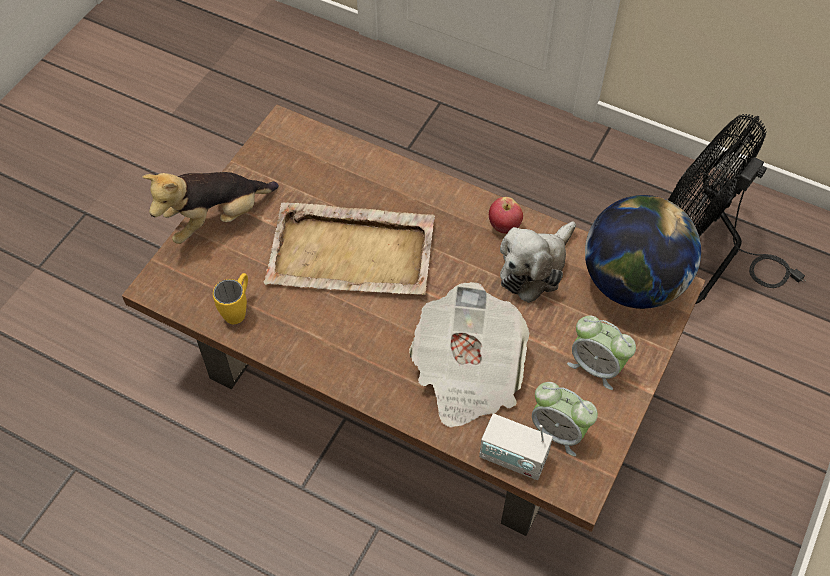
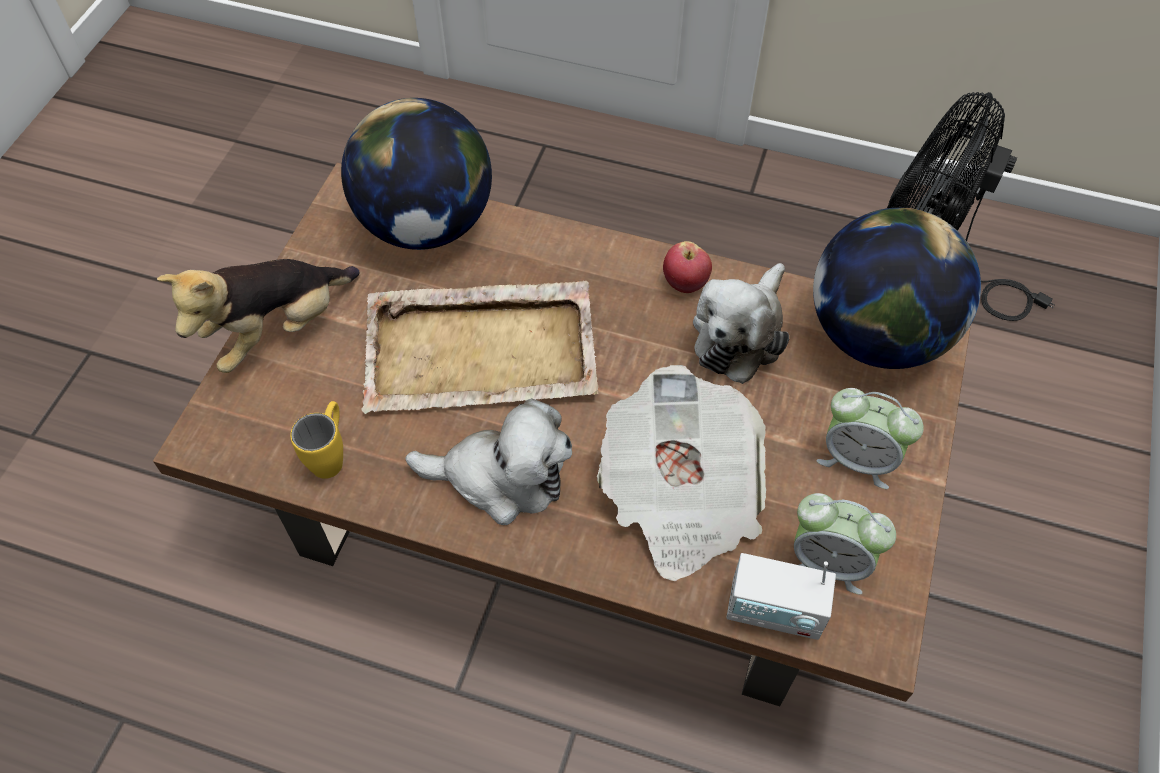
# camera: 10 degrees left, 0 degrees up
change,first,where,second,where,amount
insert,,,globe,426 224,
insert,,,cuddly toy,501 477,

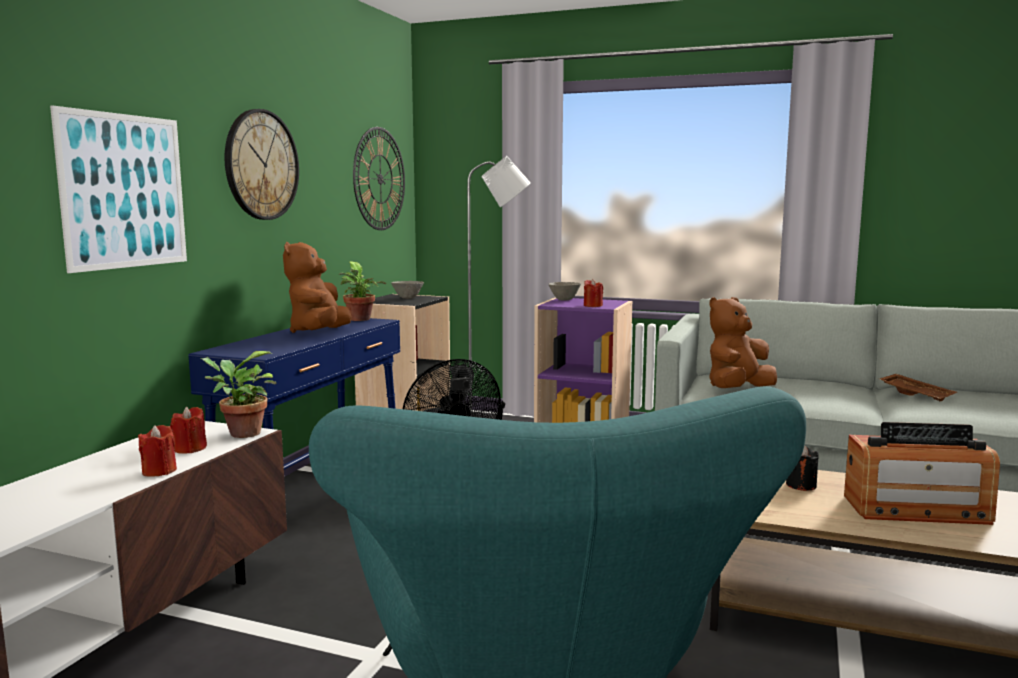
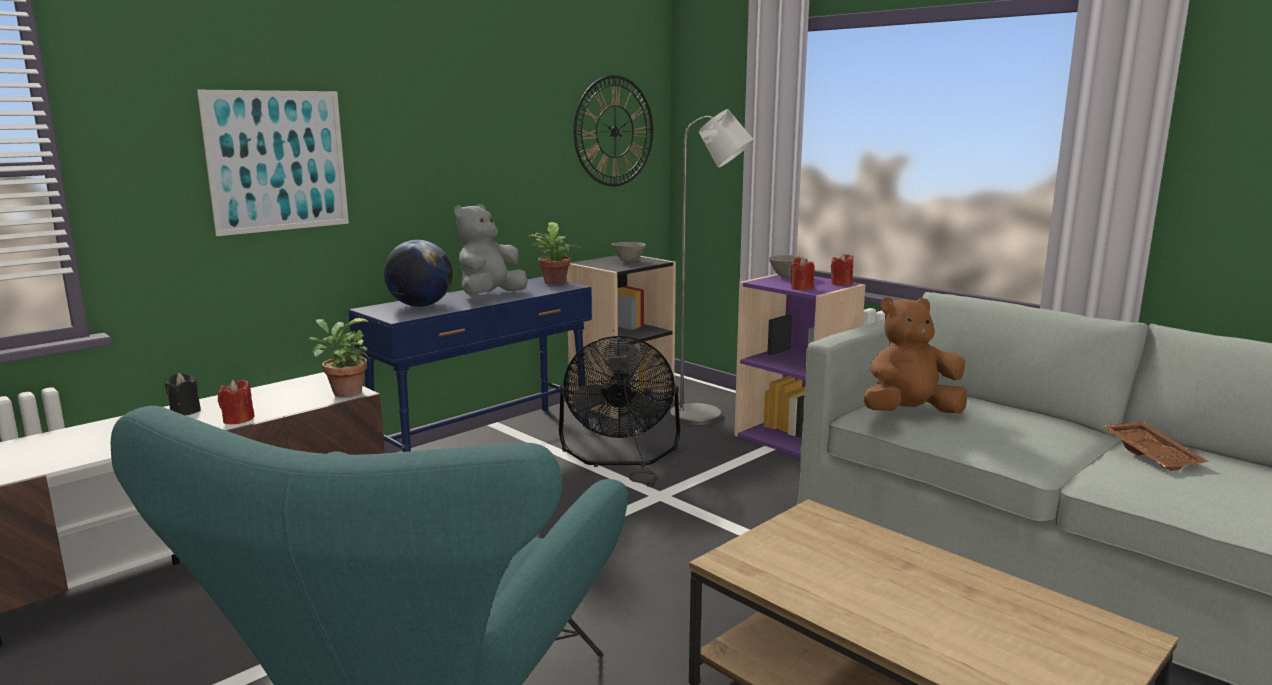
# camera: 25 degrees right, 5 degrees up
change,first,where,second,where,amount
move,black-coloured wax candle,801 485,,185 411,
insert,,,globe,420 305,
recolor,brown-coloured cuddly toy,319 333,greyish cuddly toy,490 296,
move,reddish wax candle,190 449,,841 283,
delete,wall clock,261 165,,,
delete,radio set,916 510,,,

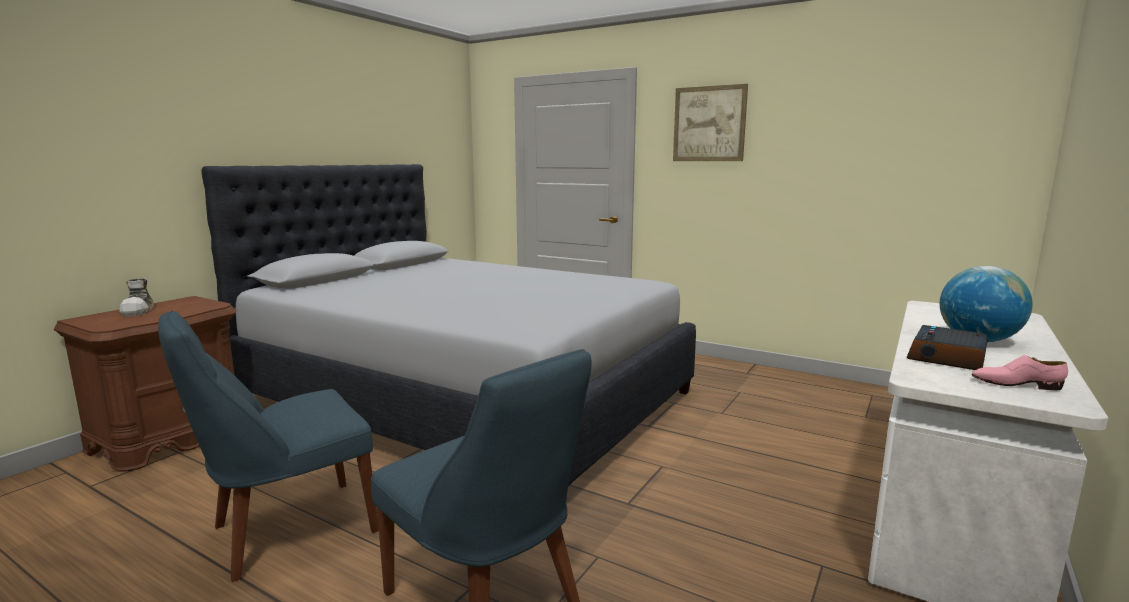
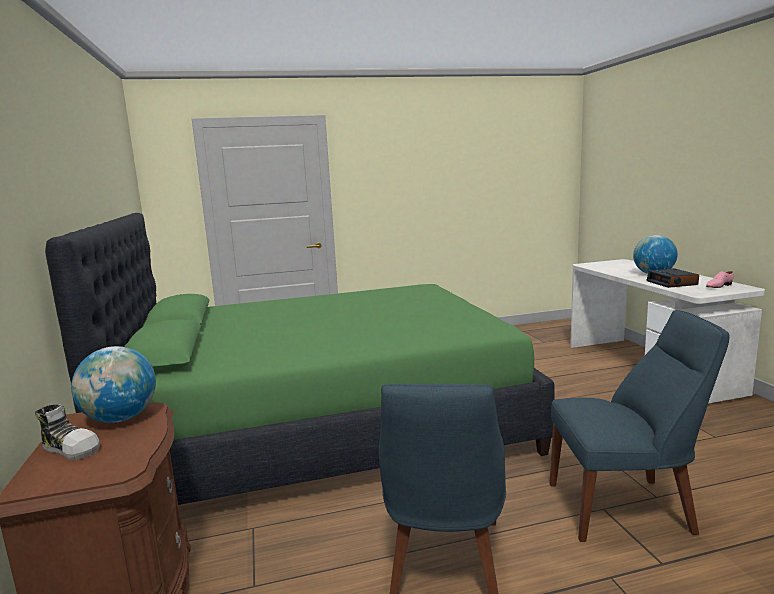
# camera: 45 degrees left, 0 degrees up
change,first,where,second,where,amount
recolor,greyish sleeping bed,466 397,green sleeping bed,325 425,
insert,,,globe,120 418,
delete,picture,709 124,,,

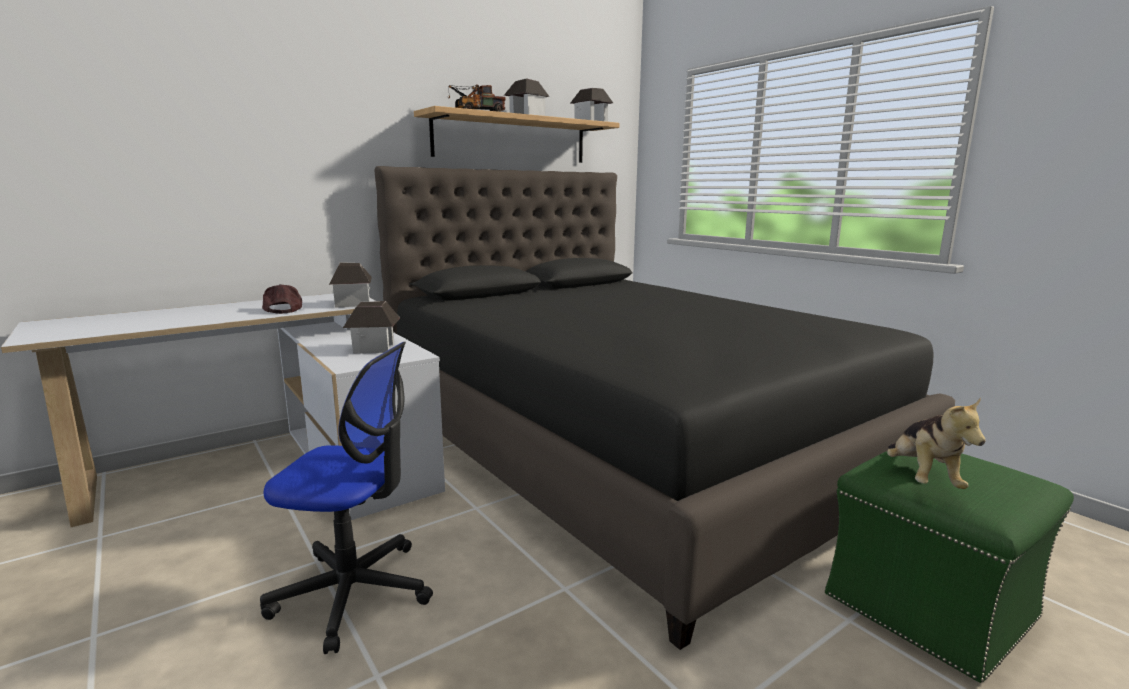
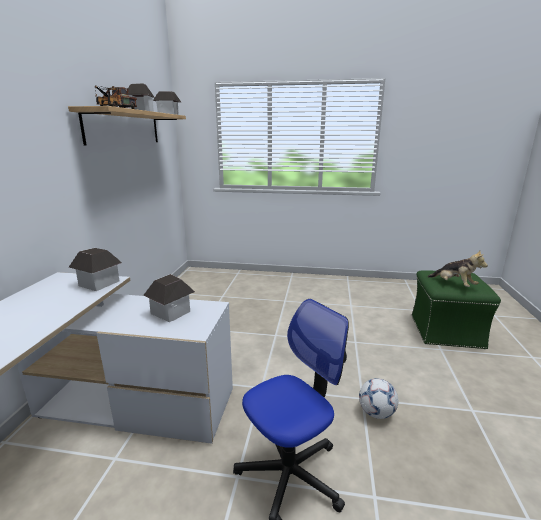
# camera: 45 degrees left, 5 degrees up
change,first,where,second,where,amount
insert,,,football ball,376 413,
delete,brown-coloured cap,282 309,,,
delete,black-coloured sleeping bed,624 446,,,

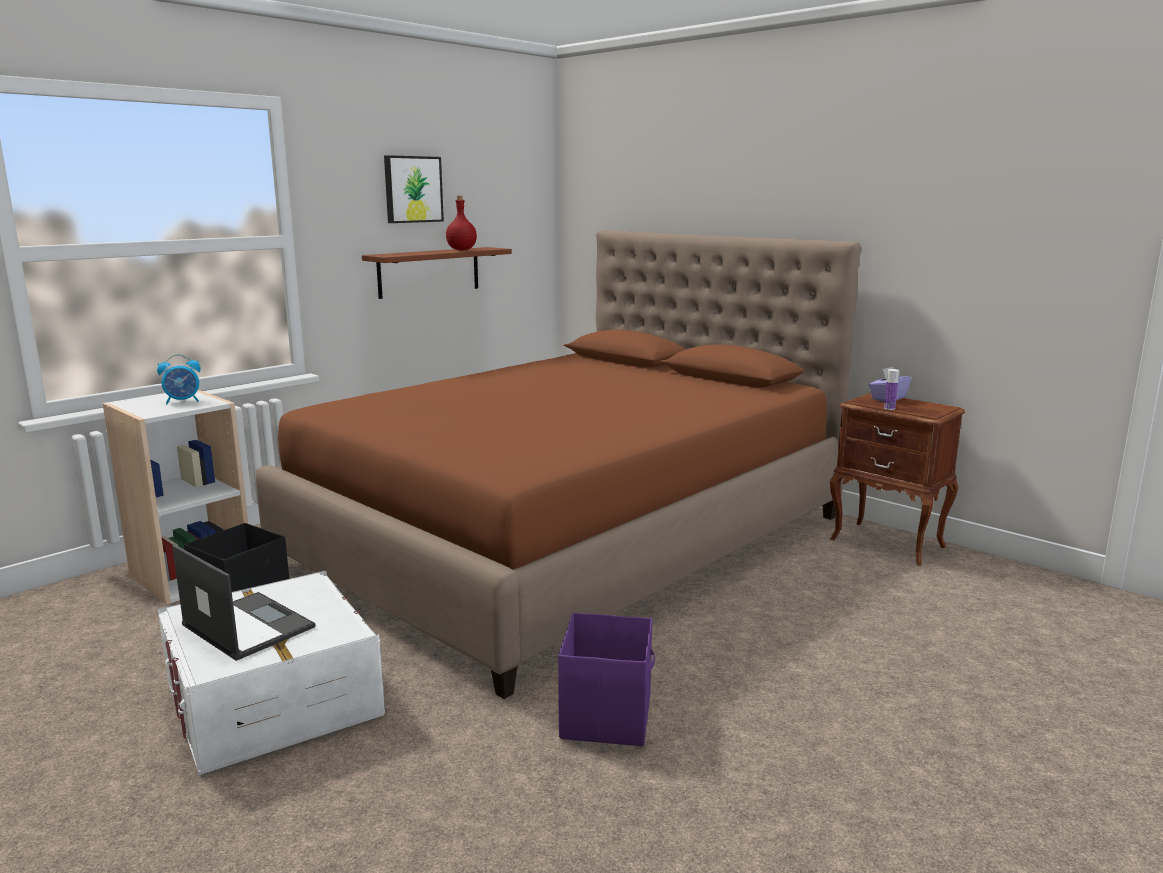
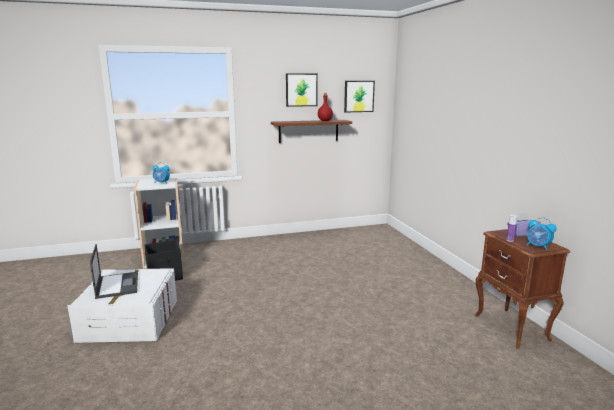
# camera: 30 degrees right, 0 degrees up
change,first,where,second,where,amount
insert,,,picture,358 96,
insert,,,table clock,538 247,
delete,brown-coloured sleeping bed,572 538,,,
delete,purple storage box,607 716,,,

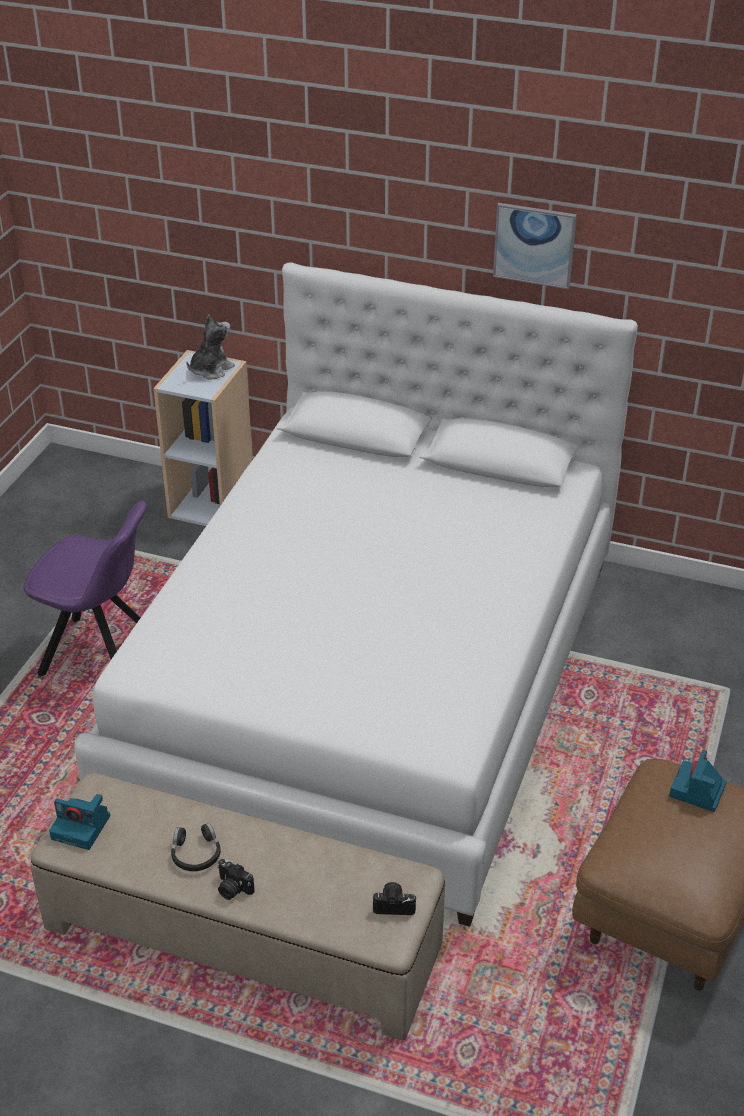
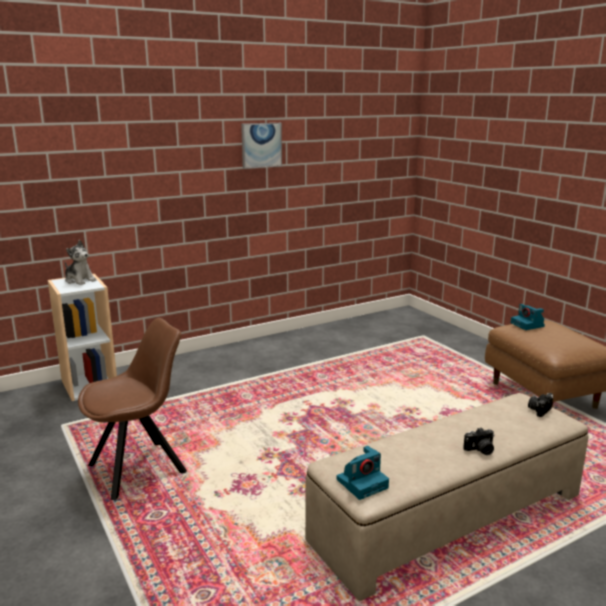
# camera: 50 degrees left, 20 degrees down
change,first,where,second,where,amount
rotate,cuddly toy,210 370,,80 280,135 degrees clockwise
recolor,purple plain chair,100 654,brown-coloured plain chair,138 469,
delete,whitish sleeping bed,373 680,,,
delete,black-coloured headset,196 853,,,

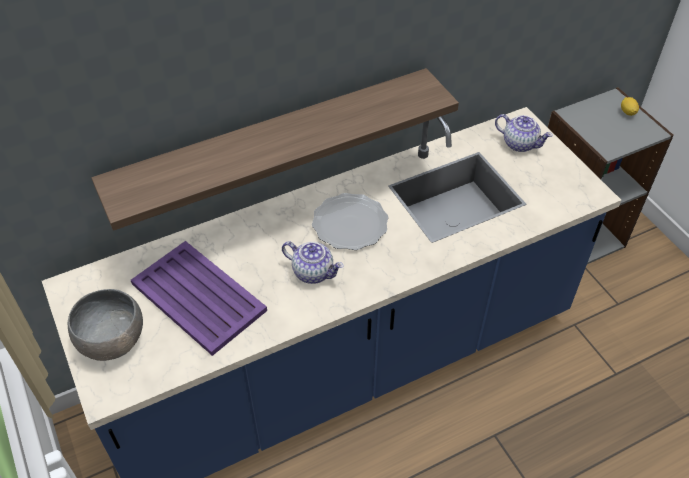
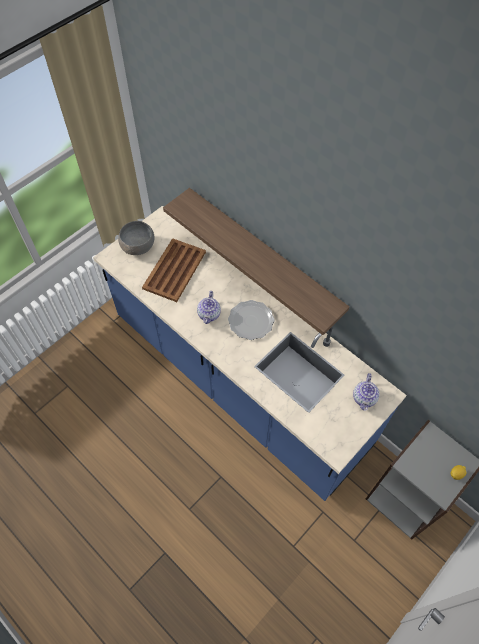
# camera: 70 degrees right, 10 degrees up
change,first,where,second,where,amount
recolor,purple tray,199 298,brown-coloured tray,174 270,

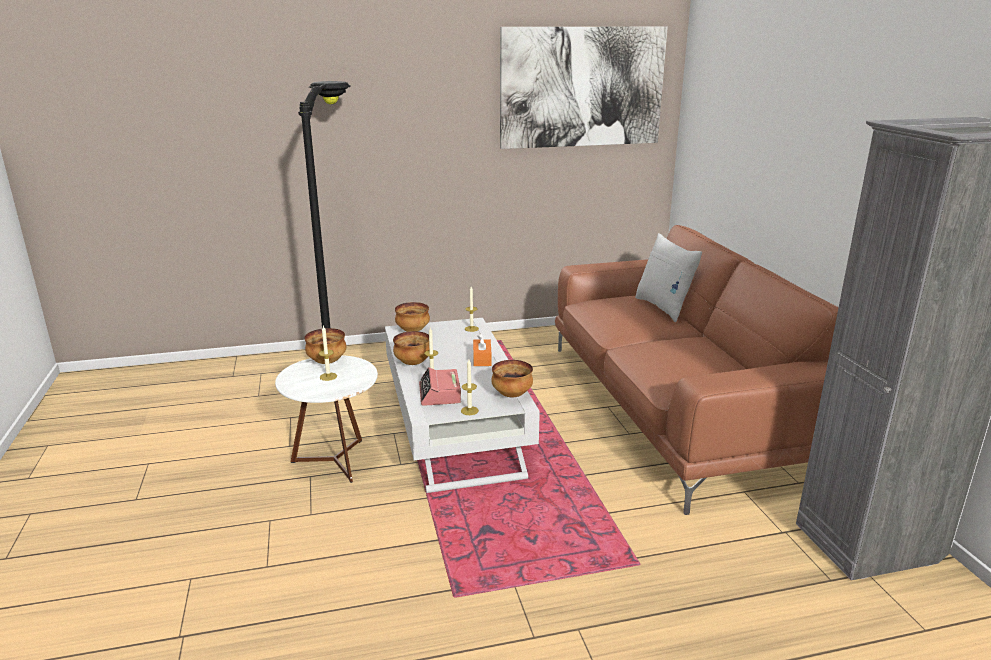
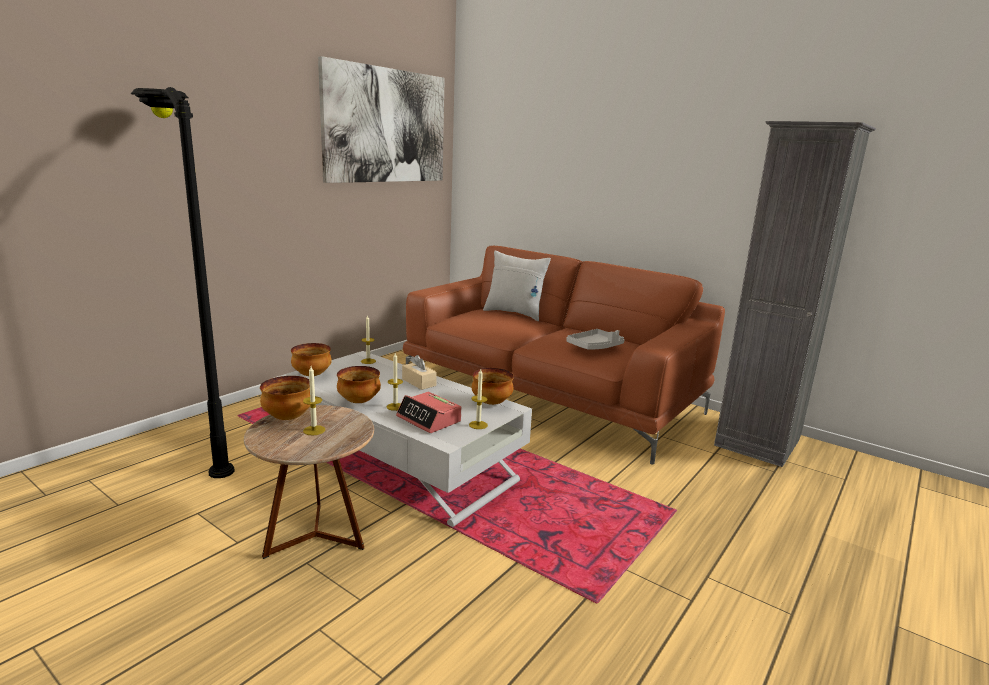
# camera: 40 degrees left, 5 degrees down
change,first,where,second,where,amount
recolor,whitish accent table,335 461,brown-coloured accent table,316 536,
recolor,orange-coloured tissue holder,482 359,sand-coloured tissue holder,419 382,
insert,,,greyish tray,595 347,

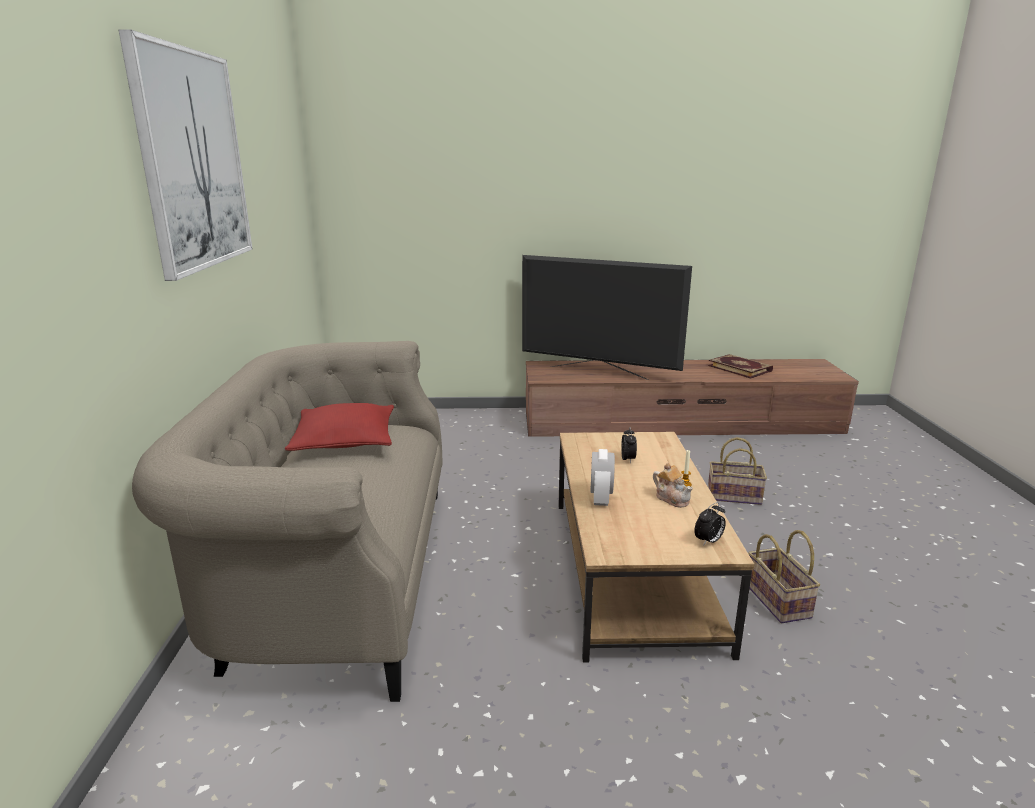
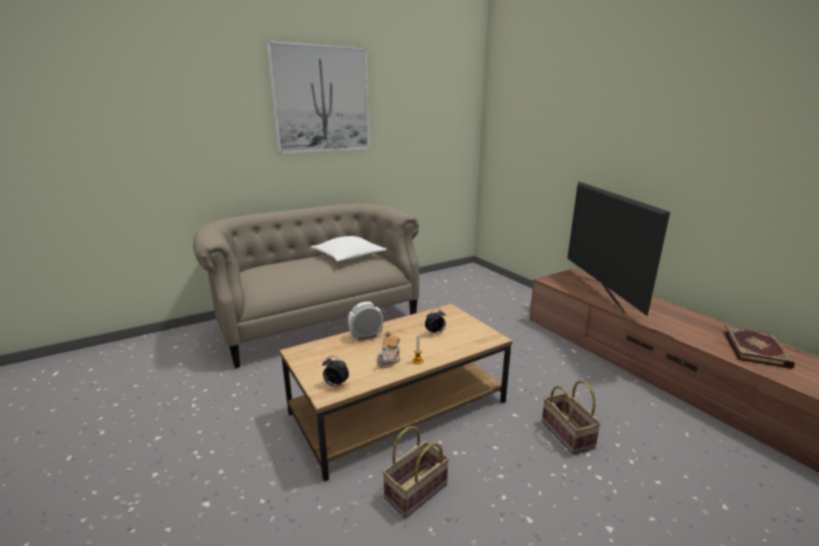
# camera: 60 degrees right, 0 degrees up
change,first,where,second,where,amount
recolor,reddish throw pillow,345 440,whitish throw pillow,348 256,

